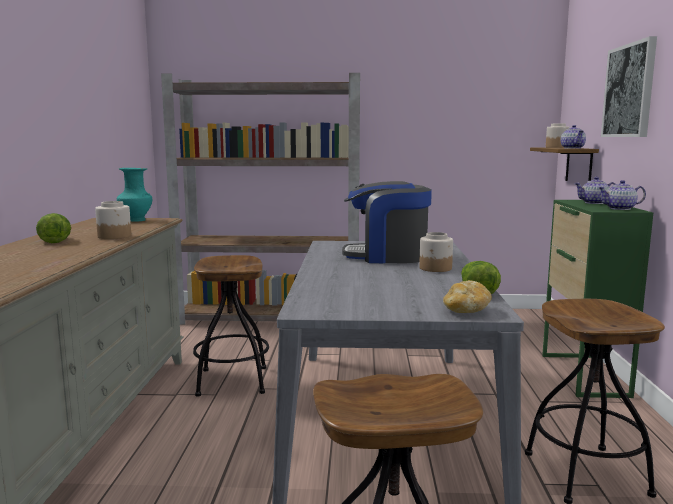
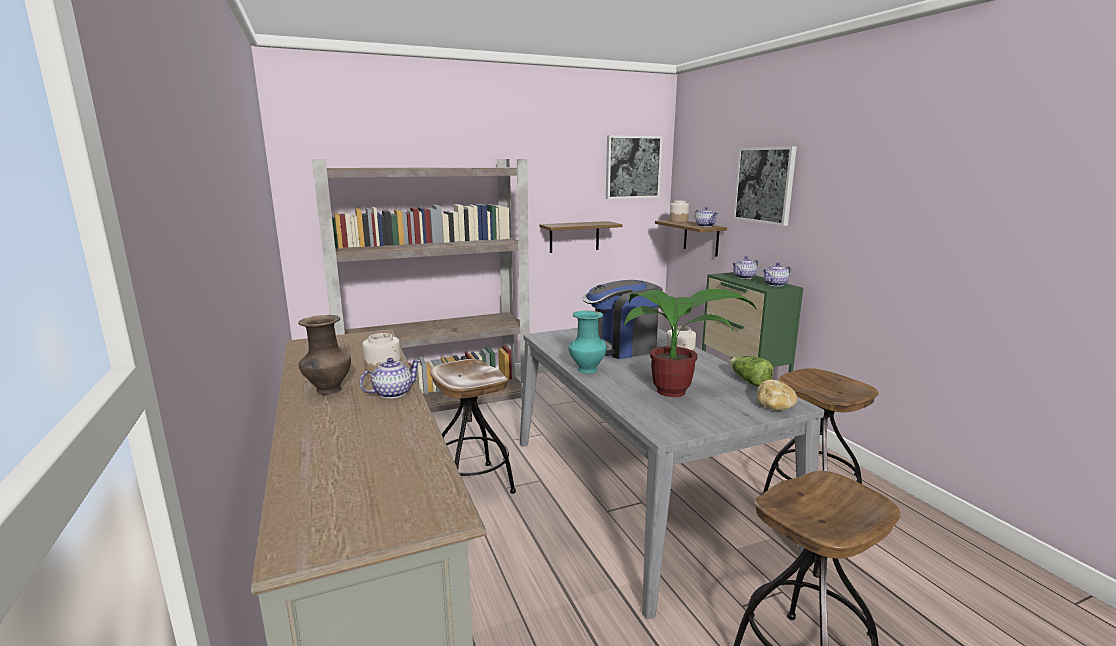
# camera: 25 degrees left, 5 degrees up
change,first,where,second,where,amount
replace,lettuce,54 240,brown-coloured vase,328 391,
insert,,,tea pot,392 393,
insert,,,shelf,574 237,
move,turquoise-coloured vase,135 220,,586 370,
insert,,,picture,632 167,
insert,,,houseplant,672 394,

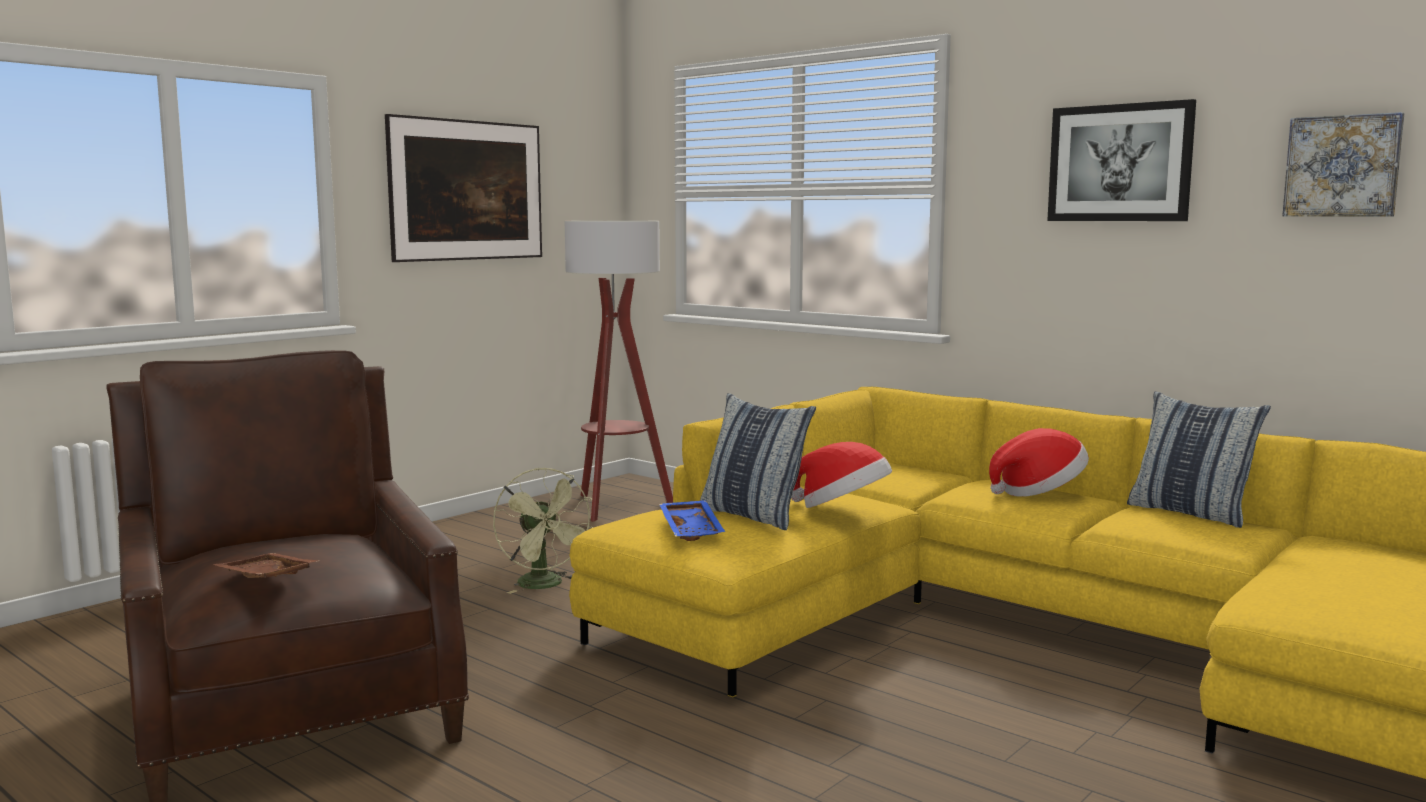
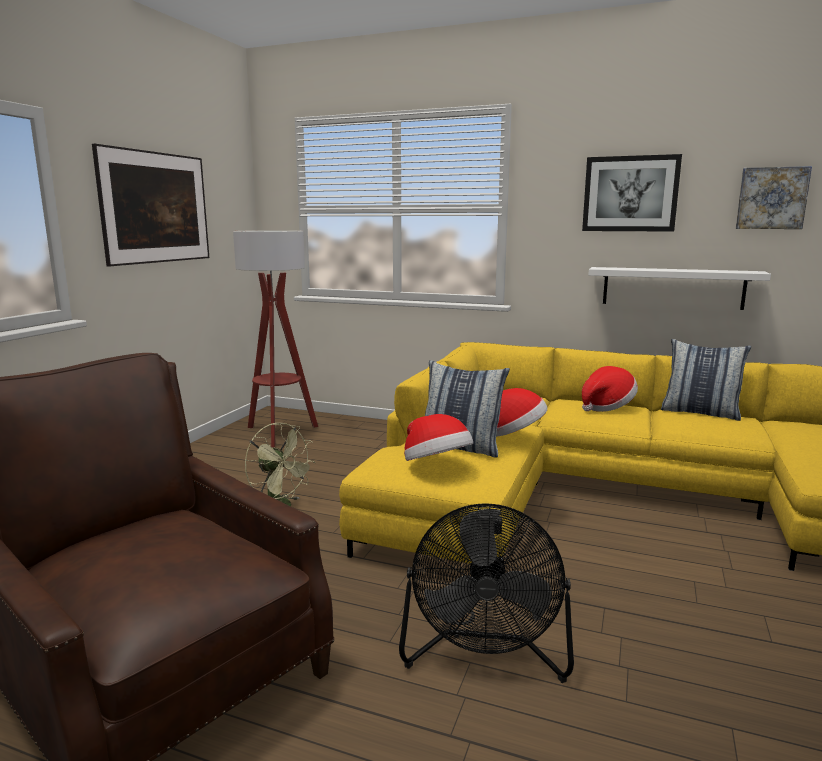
# camera: 20 degrees left, 5 degrees up
change,first,where,second,where,amount
insert,,,black-coloured electric fan,479 651,
replace,blue tray,693 530,hat,436 466,
insert,,,whitish shelf,672 287,
delete,brown-coloured tray,264 579,,,

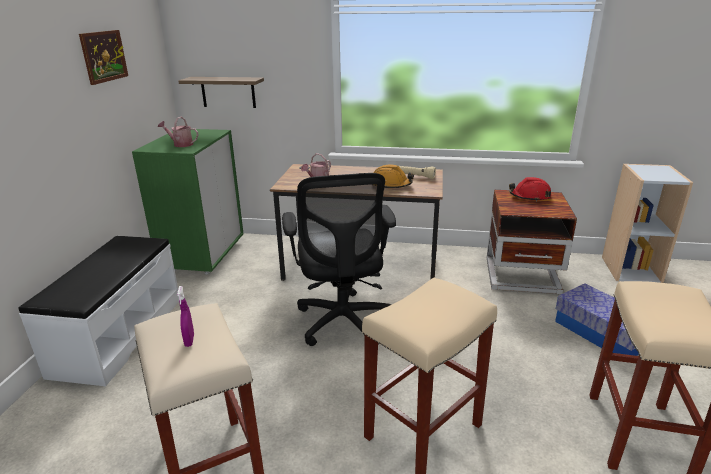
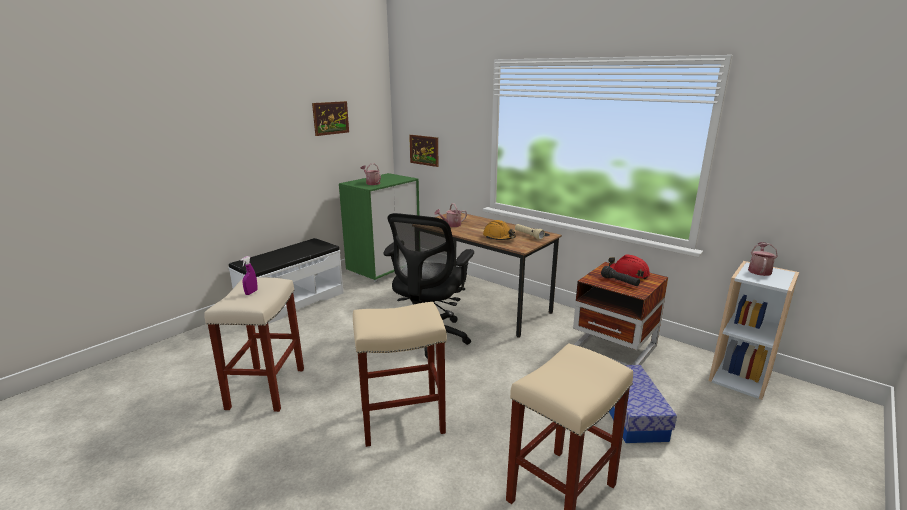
# camera: 30 degrees right, 5 degrees down
change,first,where,second,where,amount
replace,shelf,228 92,picture,424 150,
insert,,,black-coloured torch,619 282,
insert,,,sprinkling can,759 270,

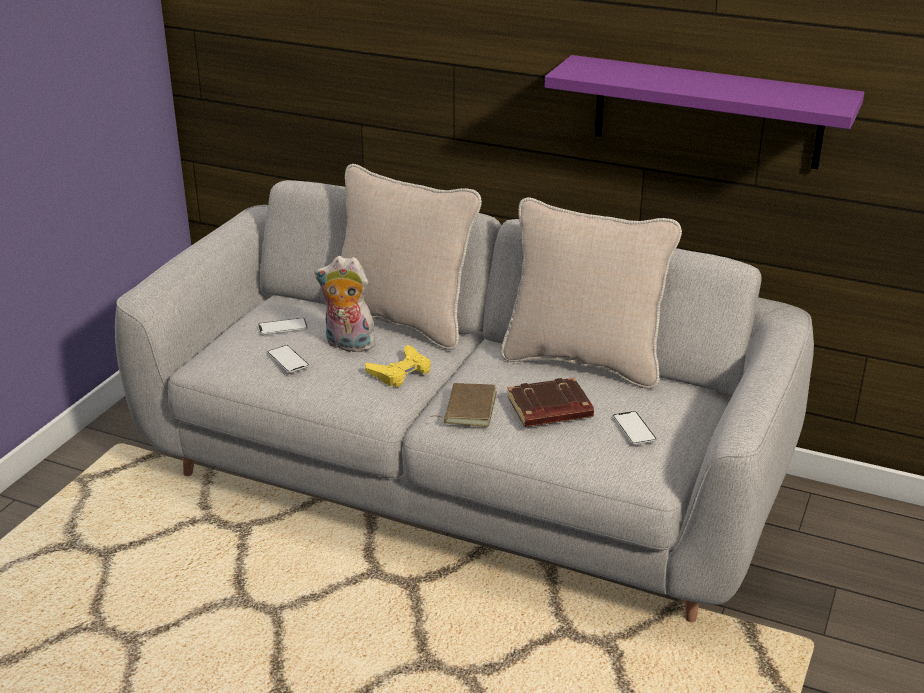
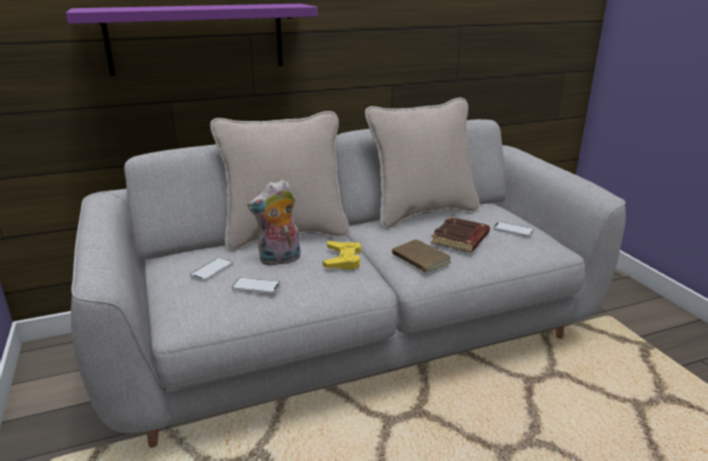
# camera: 45 degrees left, 5 degrees down
change,first,where,second,where,amount
move,purple shelf,707 112,,197 38,

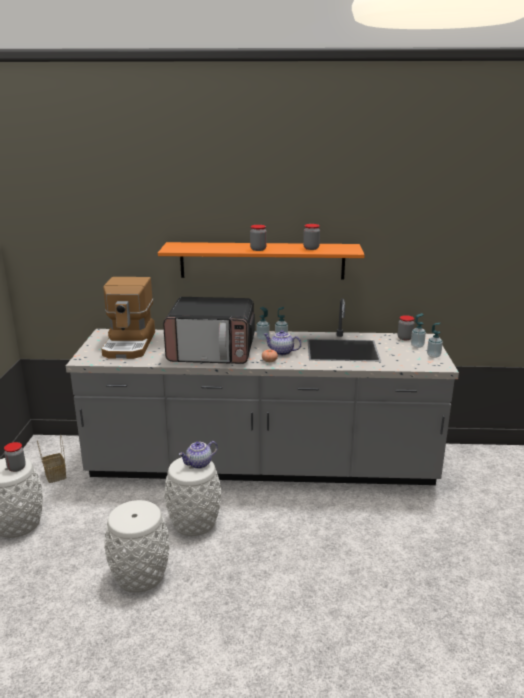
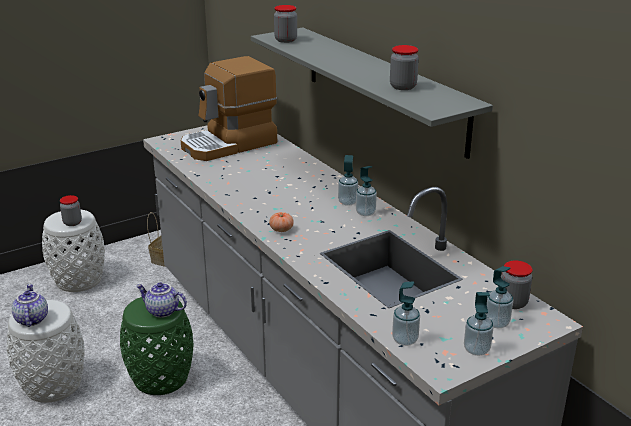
# camera: 55 degrees right, 5 degrees up
change,first,where,second,where,amount
move,tea pot,281 352,,31 319,
recolor,whitish stool,194 522,green stool,161 378,
recolor,orange-coloured shelf,262 260,greyish shelf,383 88,
move,preserve jar,258 249,,285 40,
insert,,,liquid soap bottle,405 340,
delete,microwave,212 352,,,

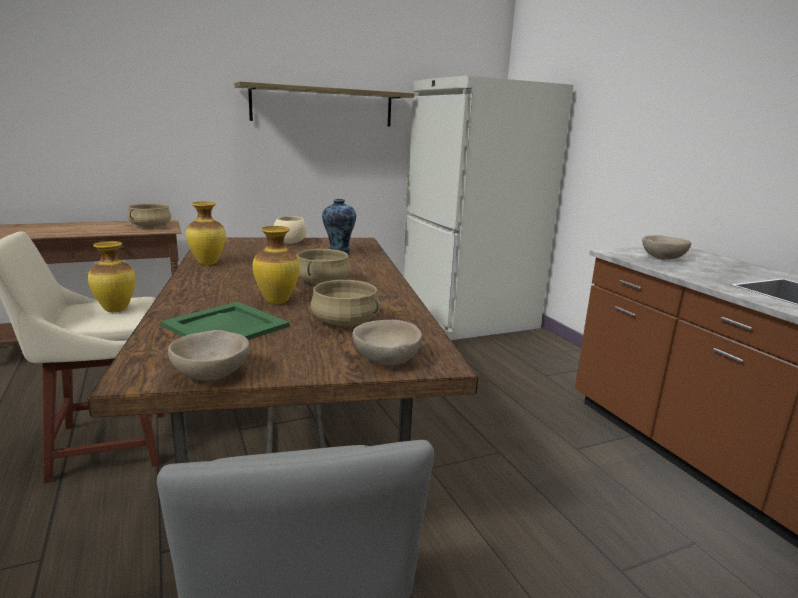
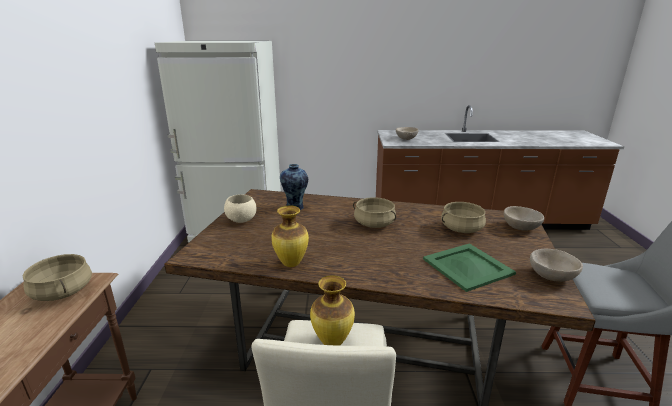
# camera: 65 degrees left, 5 degrees up
change,first,where,second,where,amount
delete,shelf,323 106,,,
delete,vase,277 301,,,

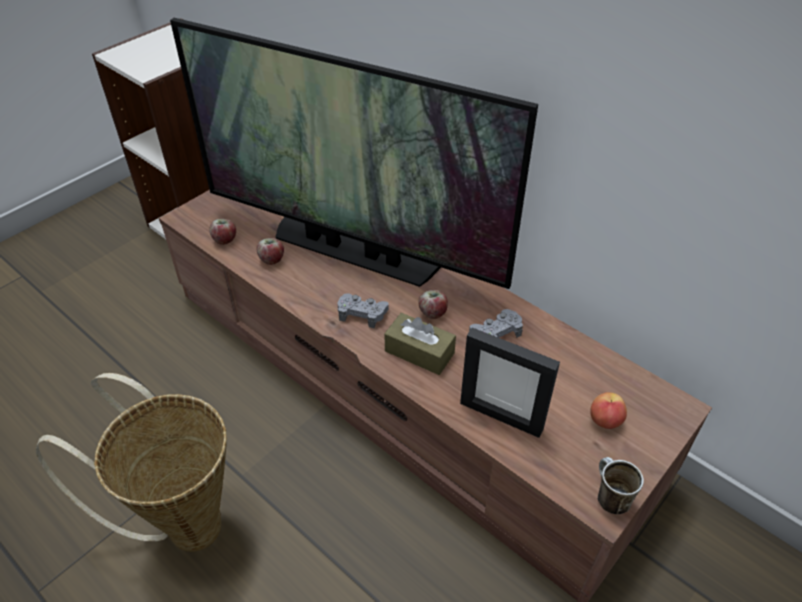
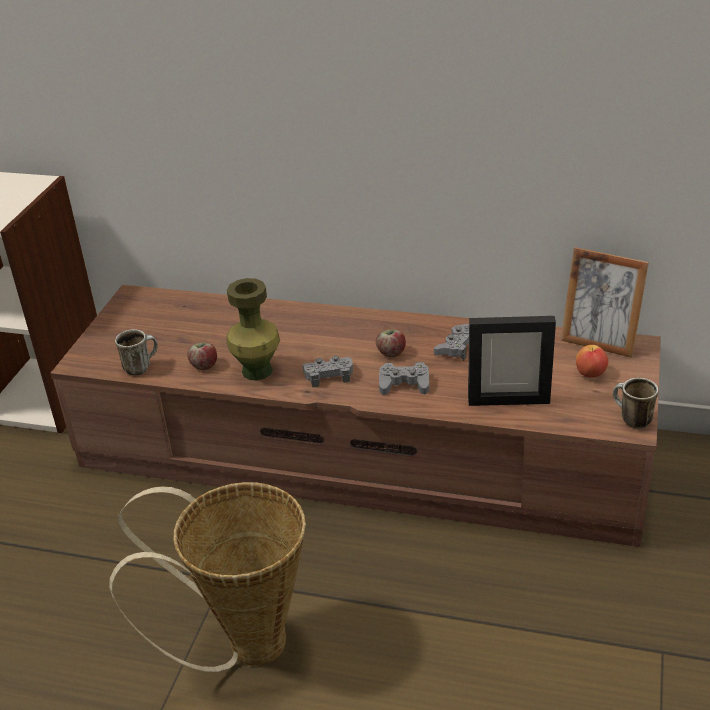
# camera: 25 degrees left, 10 degrees down
change,first,where,second,where,amount
replace,apple,225 240,coffee mug,141 366,
insert,,,green vase,257 371,
replace,brown-coloured tissue holder,419 352,greyish joypad,404 384,
insert,,,picture frame,599 343,
delete,TV,353 251,,,

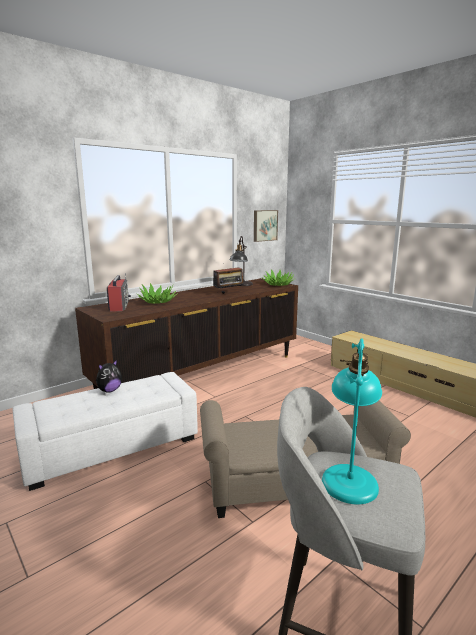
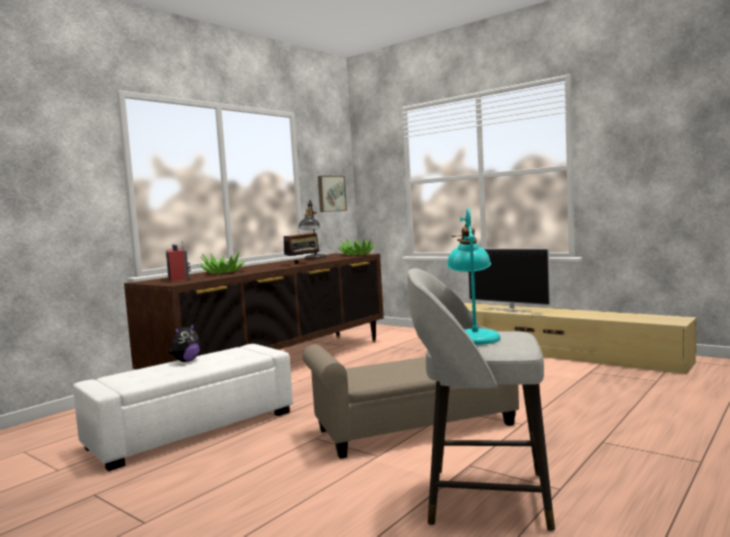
# camera: 10 degrees left, 10 degrees down
change,first,where,second,where,amount
insert,,,TV,509 309,

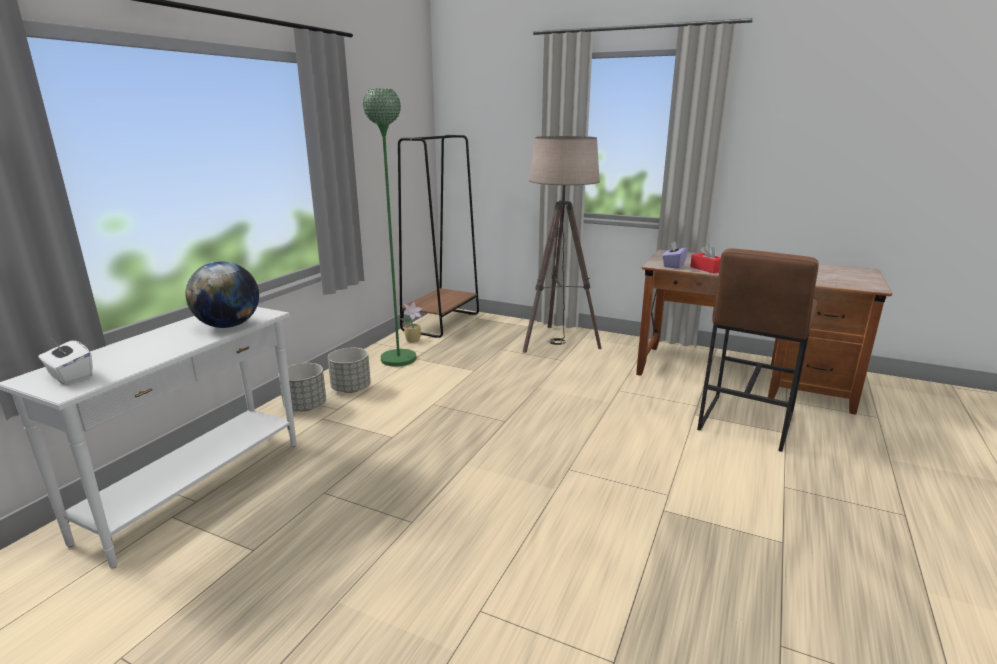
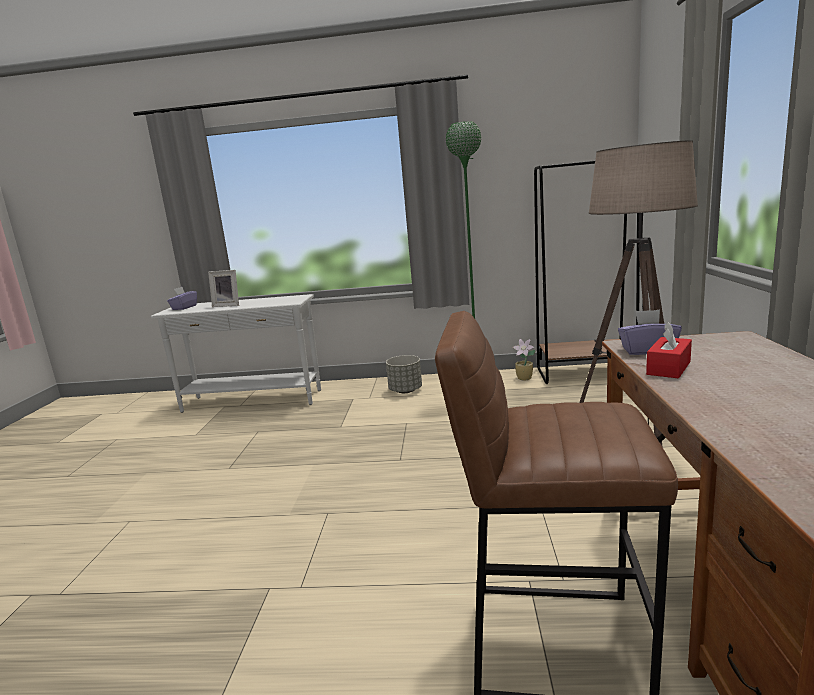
# camera: 70 degrees right, 5 degrees down
change,first,where,second,where,amount
recolor,whitish tissue holder,70 376,purple tissue holder,184 307,
insert,,,picture frame,228 305,
delete,globe,228 325,,,
delete,greyish flower pot,305 406,,,

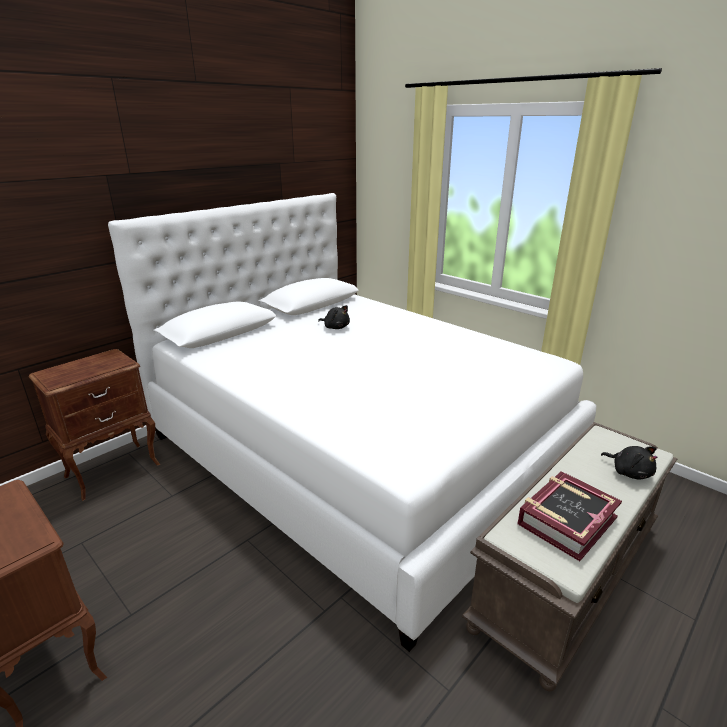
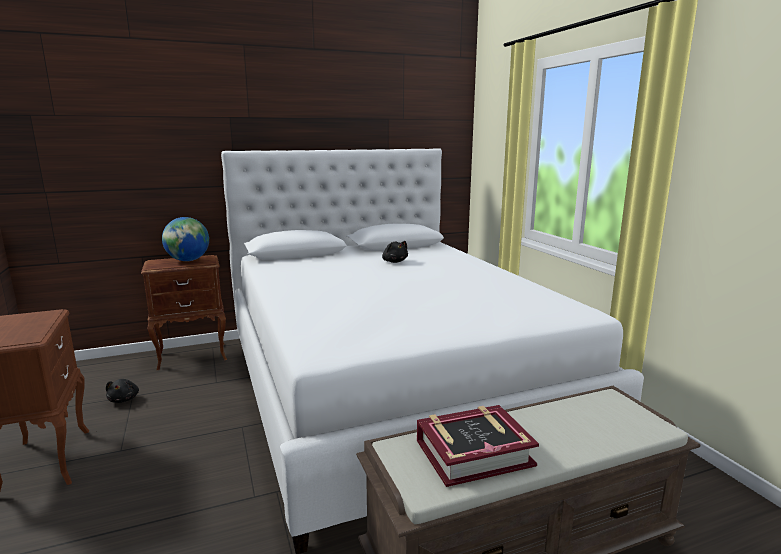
# camera: 25 degrees right, 10 degrees down
change,first,where,second,where,amount
move,black-coloured cuddly toy,629 472,,124 399,
insert,,,globe,188 260,

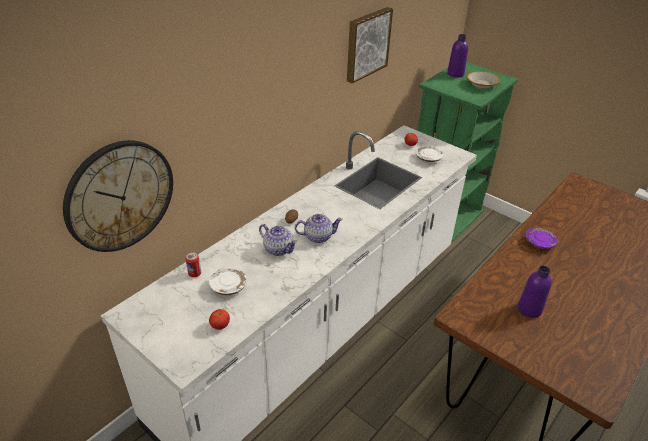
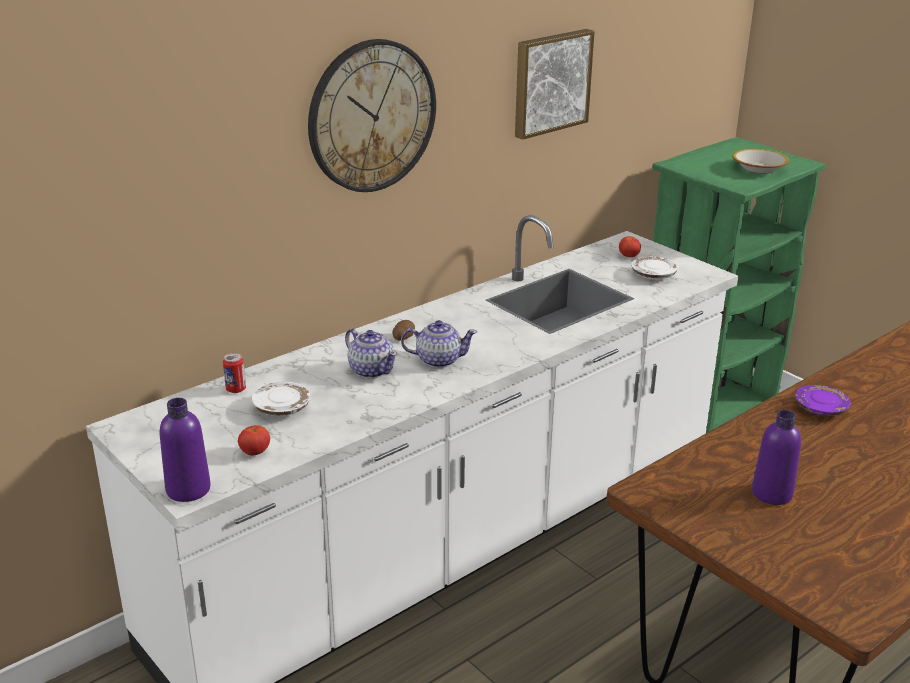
# camera: 10 degrees right, 10 degrees down
change,first,where,second,where,amount
move,purple bottle,455 74,,188 489,
move,wall clock,120 196,,372 116,

